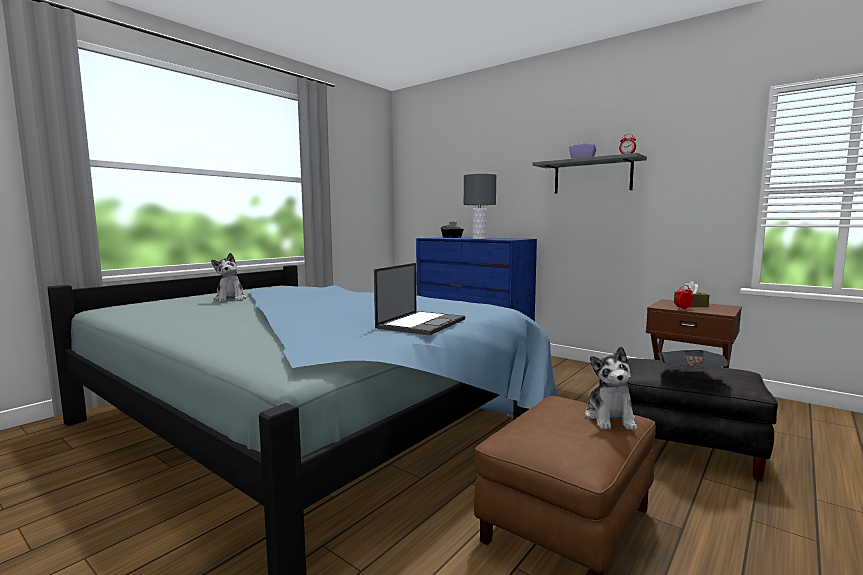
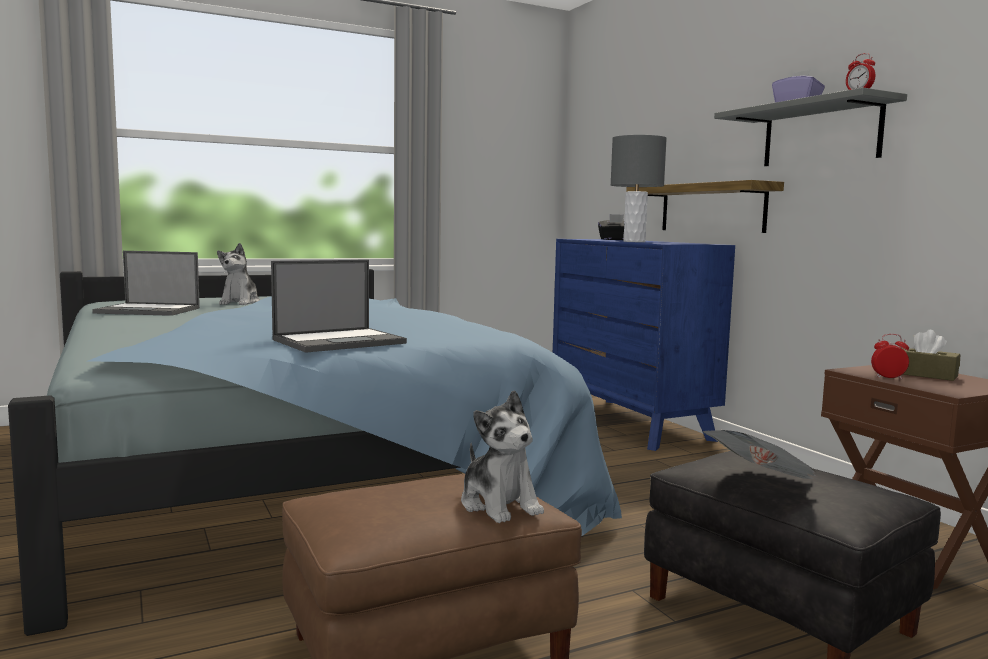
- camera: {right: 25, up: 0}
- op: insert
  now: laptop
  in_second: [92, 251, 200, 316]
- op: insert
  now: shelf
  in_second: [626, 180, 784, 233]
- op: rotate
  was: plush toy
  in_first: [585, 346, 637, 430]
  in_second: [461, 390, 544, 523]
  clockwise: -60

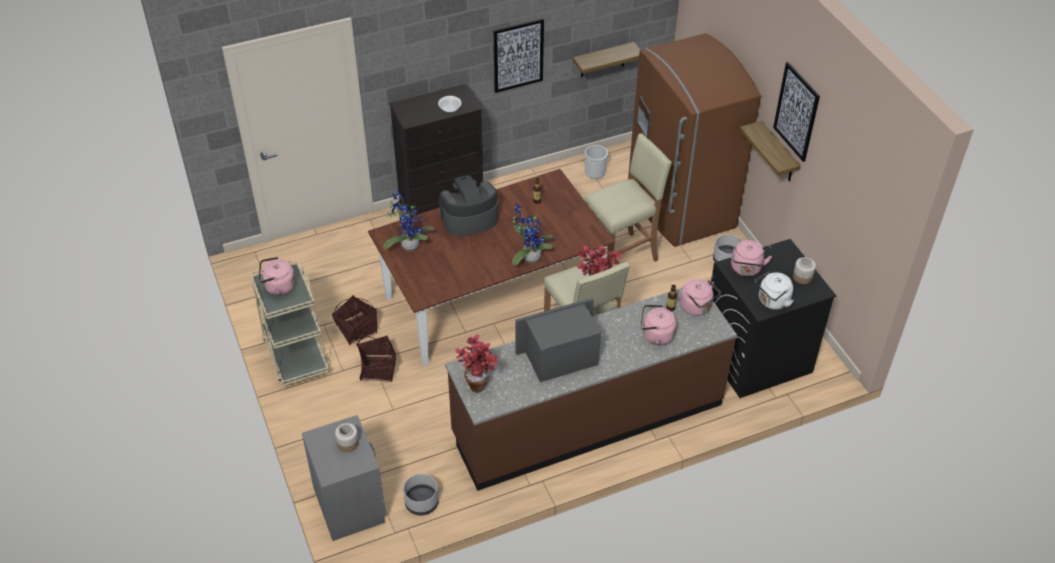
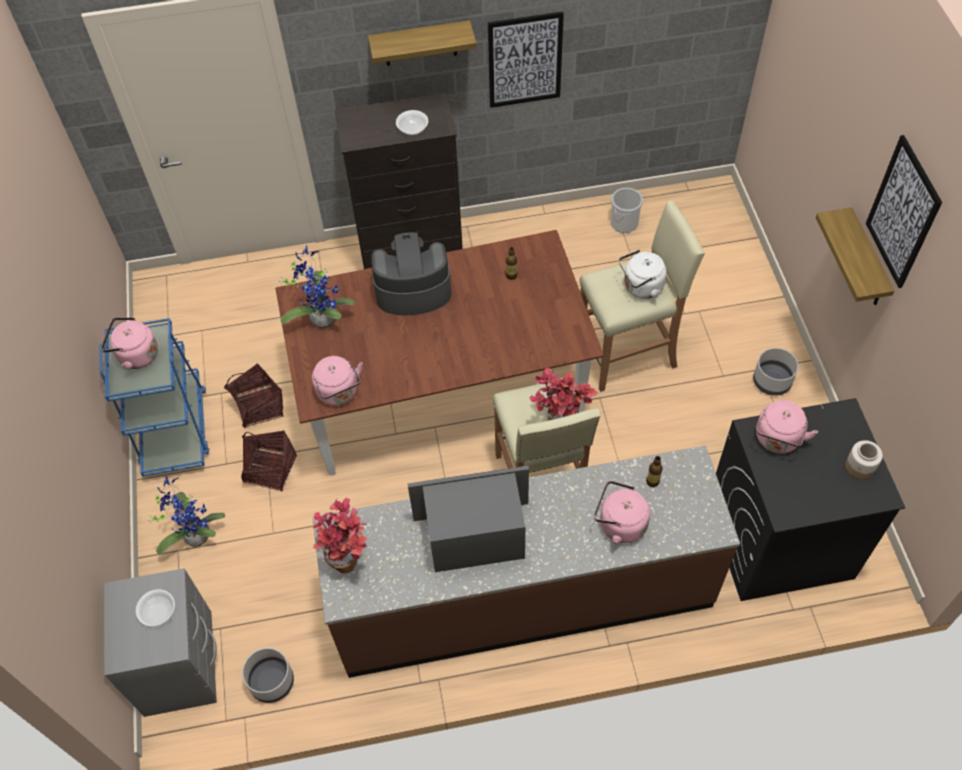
- camera: {right: 15, up: 10}
- op: delete
  was: brown fridge
  in_first: [628, 33, 761, 247]
- op: move
  was: potted plant
  in_first: [512, 203, 553, 265]
  in_second: [148, 476, 225, 555]
- op: move
  was: shelf
  in_first: [573, 42, 640, 77]
  in_second: [368, 20, 477, 66]
- op: move
  was: pink kettle
  in_first: [680, 279, 721, 316]
  in_second: [312, 356, 363, 406]
- op: move
  was: white kettle
  in_first: [755, 272, 794, 310]
  in_second: [619, 250, 667, 299]
- op: replace
  was: jar
  now: bowl
  in_first: [335, 423, 359, 452]
  in_second: [136, 589, 175, 626]
- op: recolor
  was: beige cart
  now: blue cart
  in_first: [250, 259, 329, 386]
  in_second: [99, 318, 210, 477]

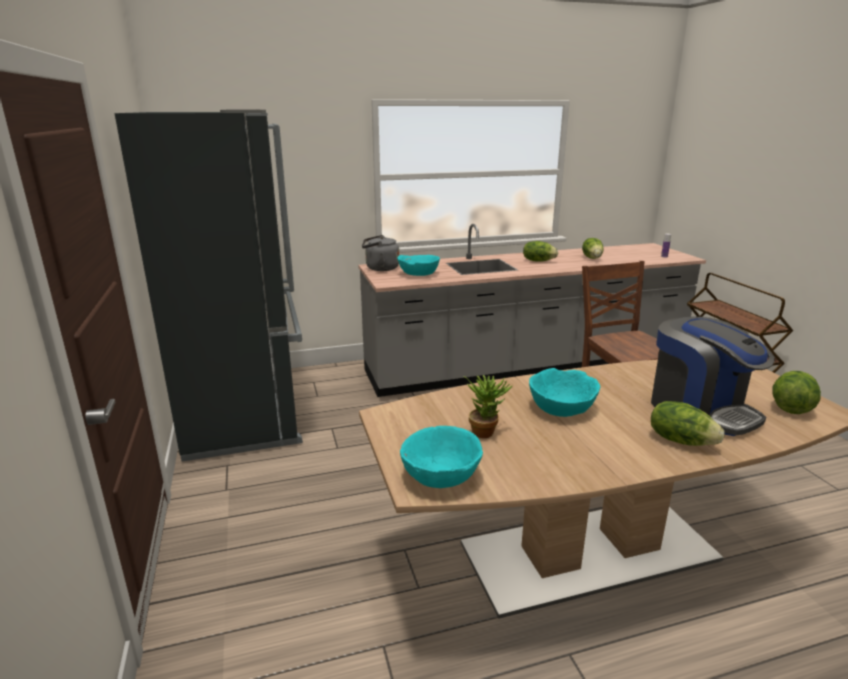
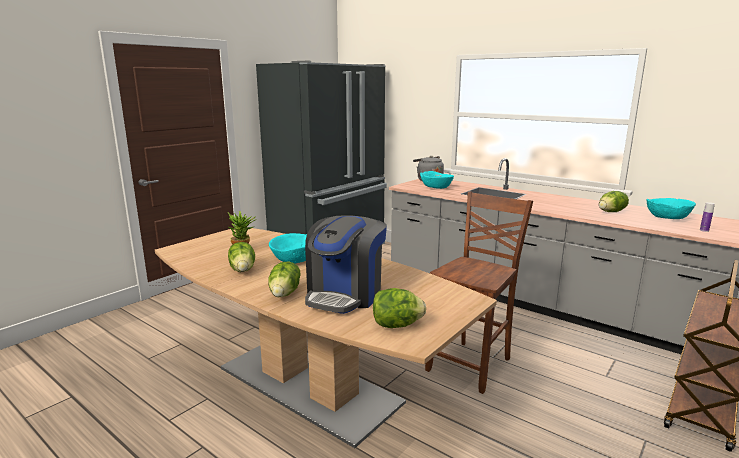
- camera: {right: 55, up: -5}
- op: move
  was: turquoise bowl
  in_first: [400, 426, 483, 488]
  in_second: [646, 198, 696, 219]
- op: move
  was: lettuce
  in_first: [523, 241, 558, 262]
  in_second: [228, 242, 255, 272]

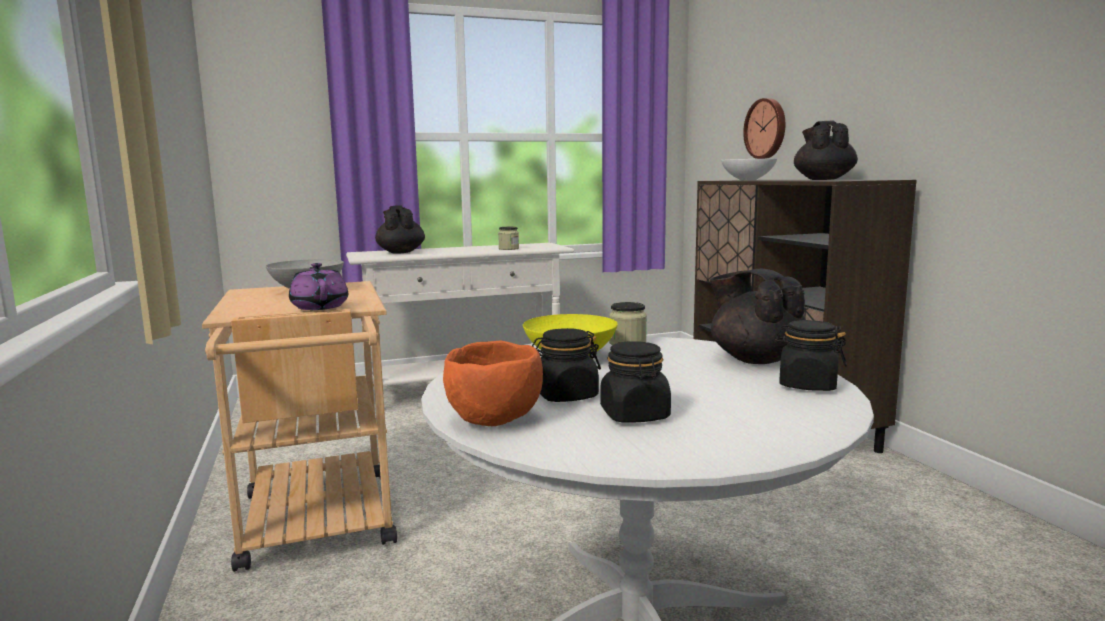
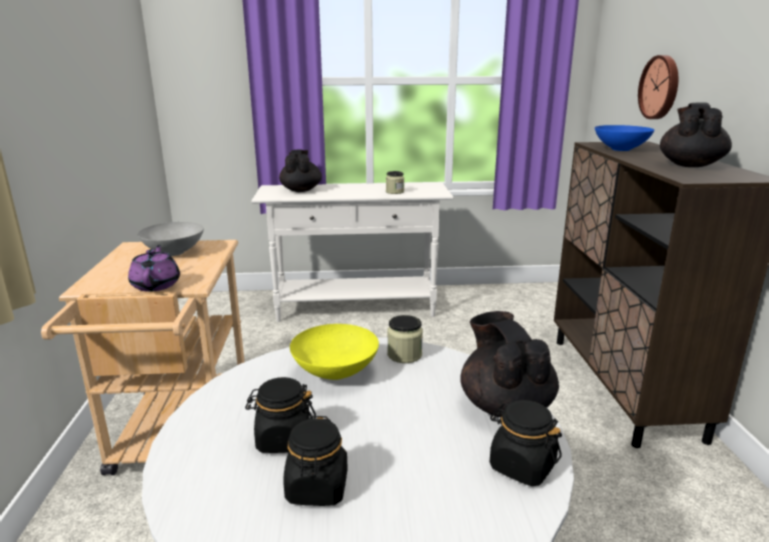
- camera: {right: 15, up: 10}
- op: delete
  was: orange bowl
  in_first: [443, 341, 543, 426]
- op: recolor
  was: white bowl
  now: blue bowl
  in_first: [721, 159, 777, 180]
  in_second: [595, 125, 654, 151]

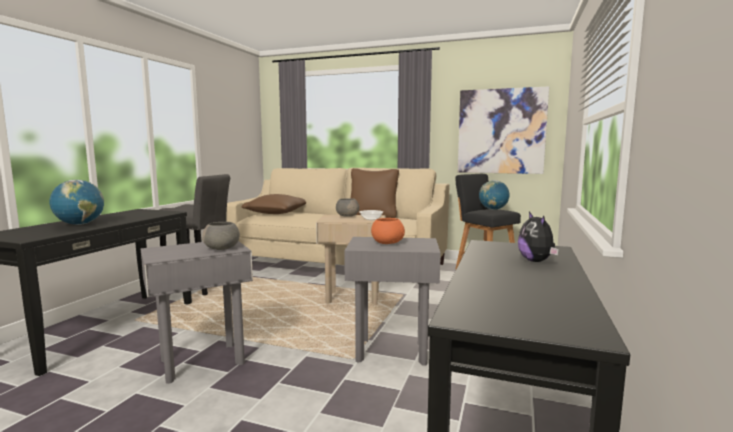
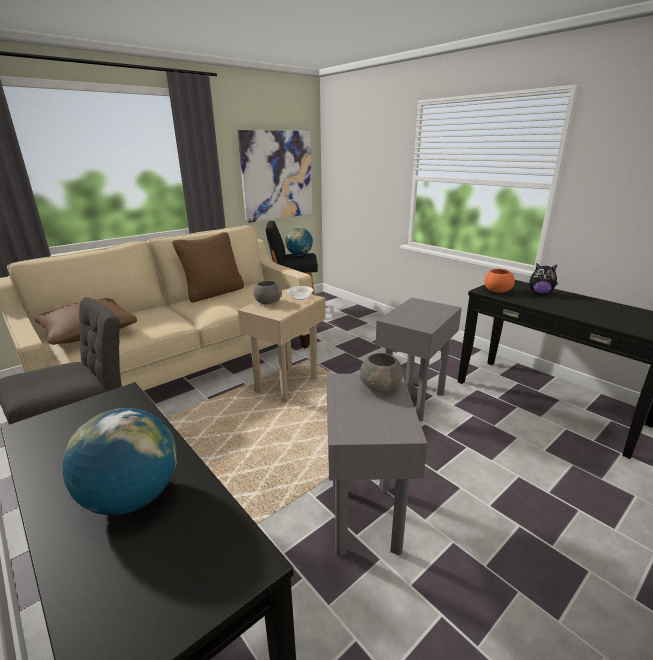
- camera: {right: -60, up: 15}
- op: move
  was: orange bowl
  in_first: [371, 218, 405, 244]
  in_second: [484, 269, 515, 293]

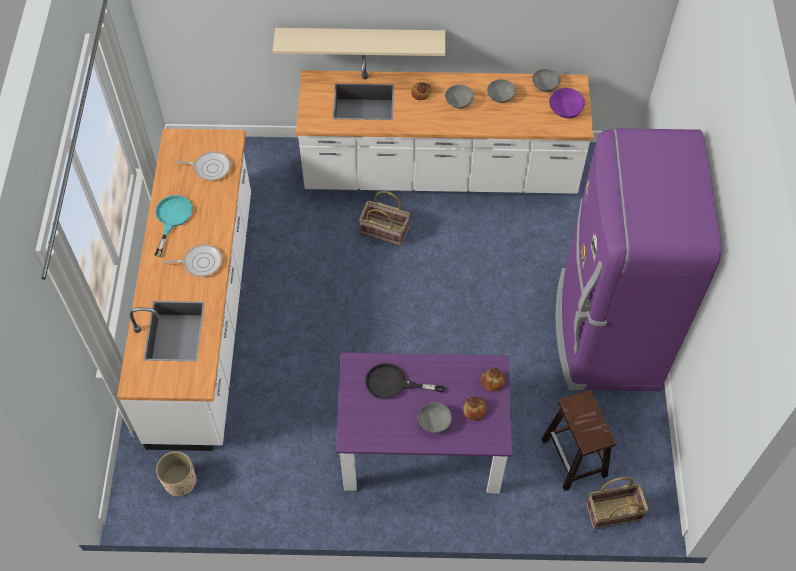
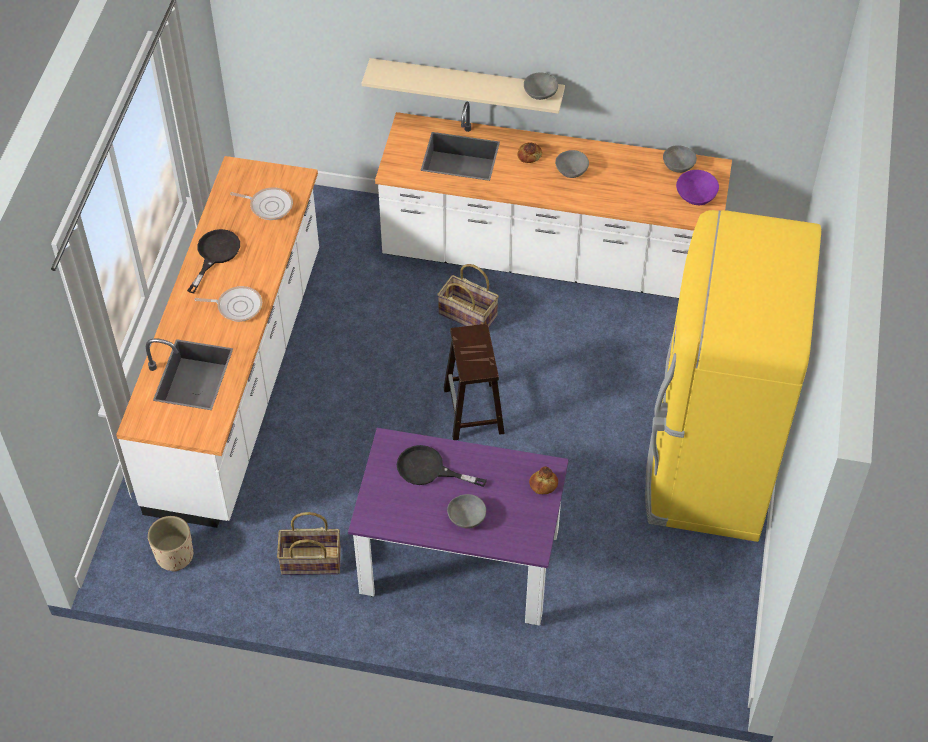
- camera: {right: 10, up: -5}
- op: delete
  was: bread
  in_first: [463, 396, 487, 420]
- op: move
  was: grey bowl
  in_first: [487, 79, 516, 103]
  in_second: [524, 72, 558, 100]
- op: move
  was: brown stool
  in_first: [542, 390, 616, 491]
  in_second: [444, 324, 505, 440]
- op: move
  was: basket
  in_first: [586, 477, 649, 529]
  in_second: [277, 512, 341, 575]
- op: recolor
  was: turquoise frying pan
  now: black frying pan
  in_first: [155, 195, 193, 257]
  in_second: [187, 229, 240, 293]
- op: recolor
  was: purple fridge
  now: yellow fridge
  in_first: [555, 128, 722, 391]
  in_second: [645, 210, 821, 542]

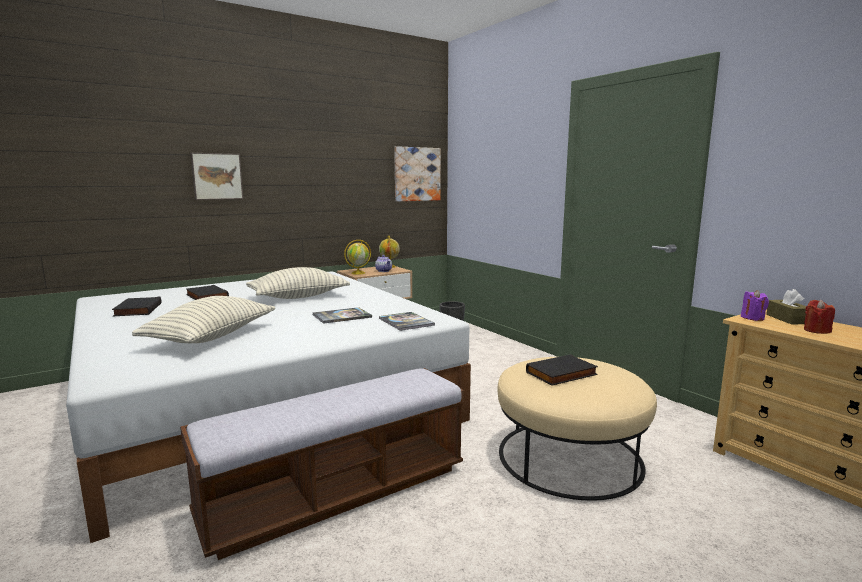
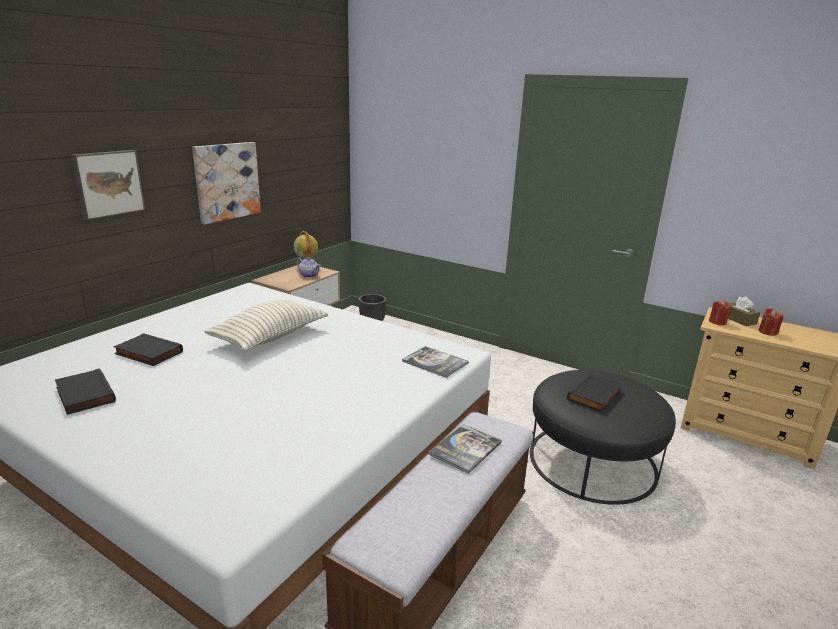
- camera: {right: -25, up: 10}
- op: delete
  was: pillow
  in_first: [132, 296, 276, 343]
- op: delete
  was: globe
  in_first: [344, 240, 371, 275]
- op: move
  was: book
  in_first: [312, 307, 372, 324]
  in_second: [428, 424, 502, 474]
- op: move
  was: picture
  in_first: [394, 146, 441, 201]
  in_second: [192, 142, 261, 225]
- op: recolor
  was: beige ottoman
  now: black ottoman
  in_first: [498, 357, 657, 501]
  in_second: [530, 370, 676, 505]
- op: recolor
  was: purple candle
  now: red candle
  in_first: [741, 290, 769, 321]
  in_second: [709, 300, 731, 325]

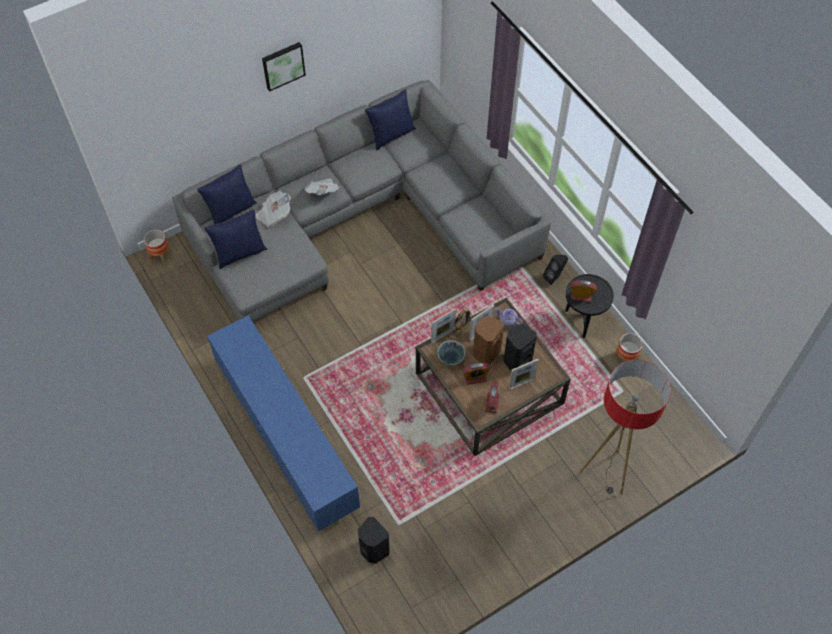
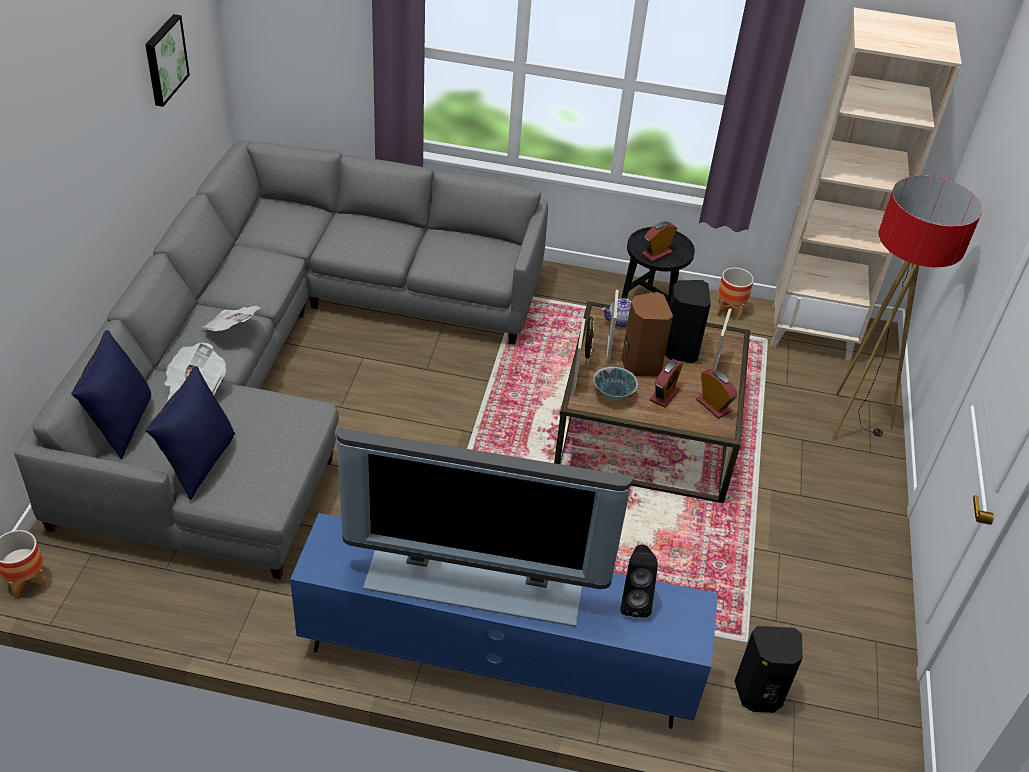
- camera: {right: -50, up: -15}
- op: delete
  was: blue pillow
  in_first: [365, 90, 416, 150]
- op: insert
  now: television
  in_second: [336, 427, 632, 627]
- op: insert
  now: beige bookcase
  in_second: [770, 8, 962, 361]
- op: move
  was: picture
  in_first: [262, 42, 306, 92]
  in_second: [145, 14, 190, 107]
- op: move
  was: black speaker
  in_first: [543, 255, 568, 285]
  in_second: [620, 545, 658, 618]

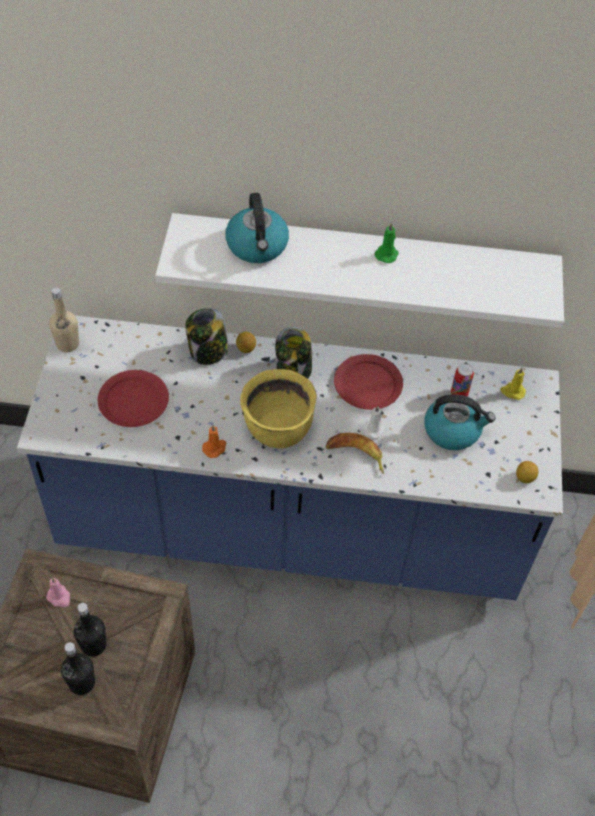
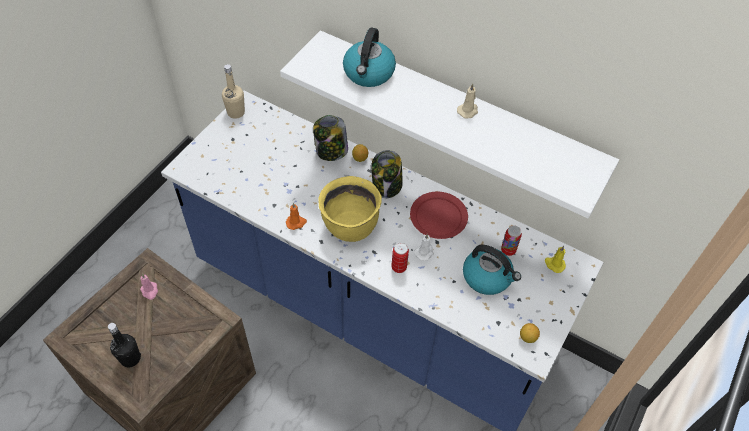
- camera: {right: 25, up: 0}
- op: delete
  was: black bottle
  in_first: [73, 603, 106, 657]
- op: delete
  was: red plate
  in_first: [98, 370, 169, 427]
- op: replace
  was: banana
  now: can
  in_first: [326, 433, 384, 474]
  in_second: [391, 243, 409, 273]
- op: recolor
  was: green candle
  now: beige candle
  in_first: [375, 222, 399, 263]
  in_second: [457, 84, 478, 119]

